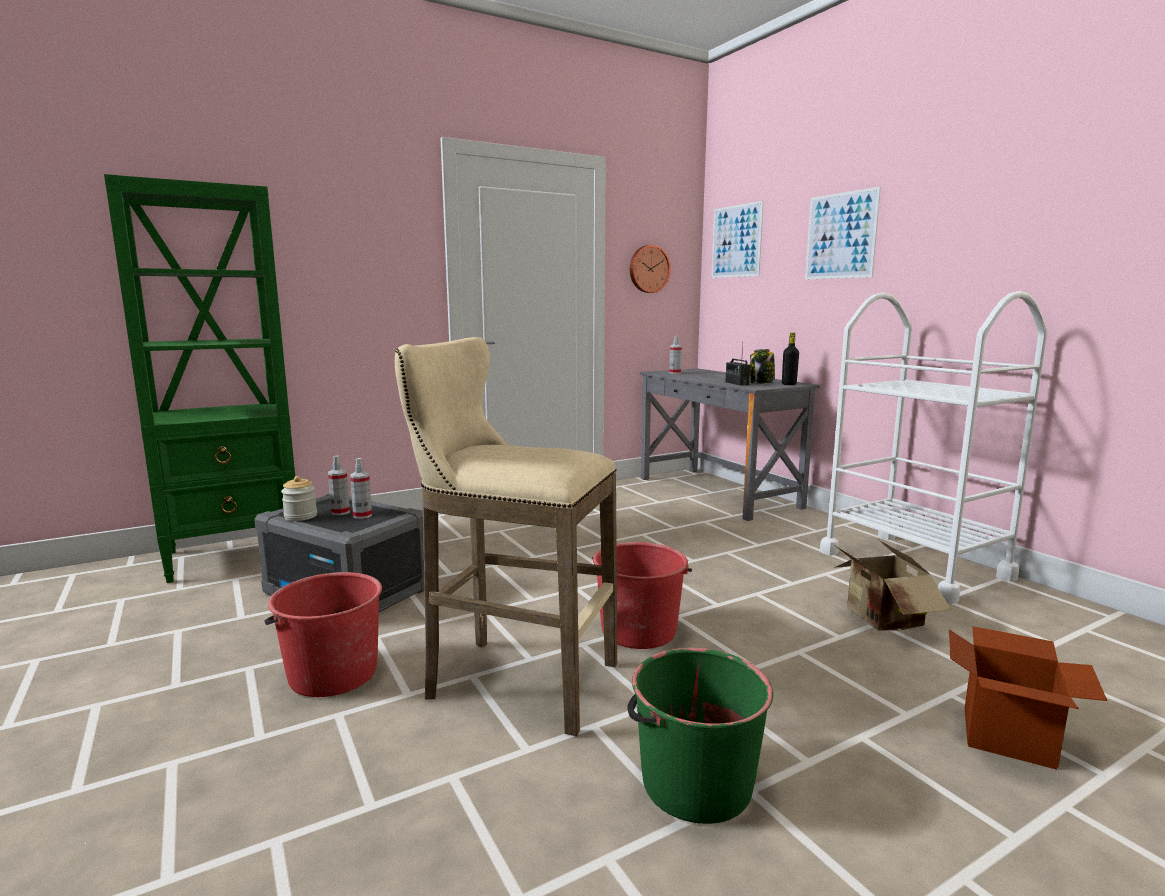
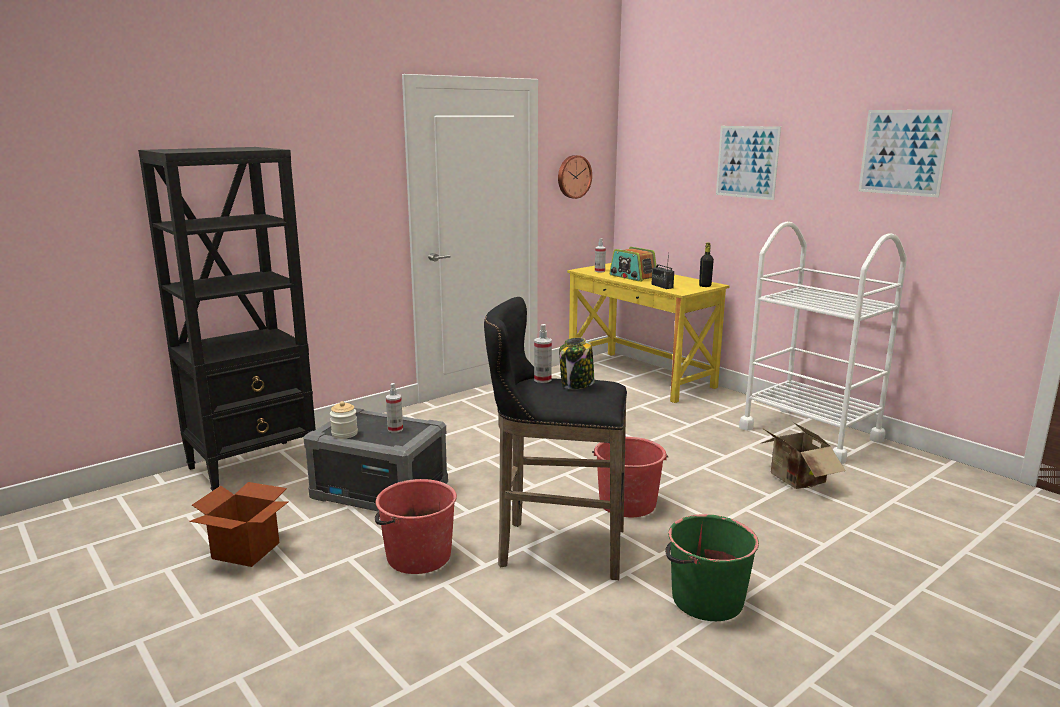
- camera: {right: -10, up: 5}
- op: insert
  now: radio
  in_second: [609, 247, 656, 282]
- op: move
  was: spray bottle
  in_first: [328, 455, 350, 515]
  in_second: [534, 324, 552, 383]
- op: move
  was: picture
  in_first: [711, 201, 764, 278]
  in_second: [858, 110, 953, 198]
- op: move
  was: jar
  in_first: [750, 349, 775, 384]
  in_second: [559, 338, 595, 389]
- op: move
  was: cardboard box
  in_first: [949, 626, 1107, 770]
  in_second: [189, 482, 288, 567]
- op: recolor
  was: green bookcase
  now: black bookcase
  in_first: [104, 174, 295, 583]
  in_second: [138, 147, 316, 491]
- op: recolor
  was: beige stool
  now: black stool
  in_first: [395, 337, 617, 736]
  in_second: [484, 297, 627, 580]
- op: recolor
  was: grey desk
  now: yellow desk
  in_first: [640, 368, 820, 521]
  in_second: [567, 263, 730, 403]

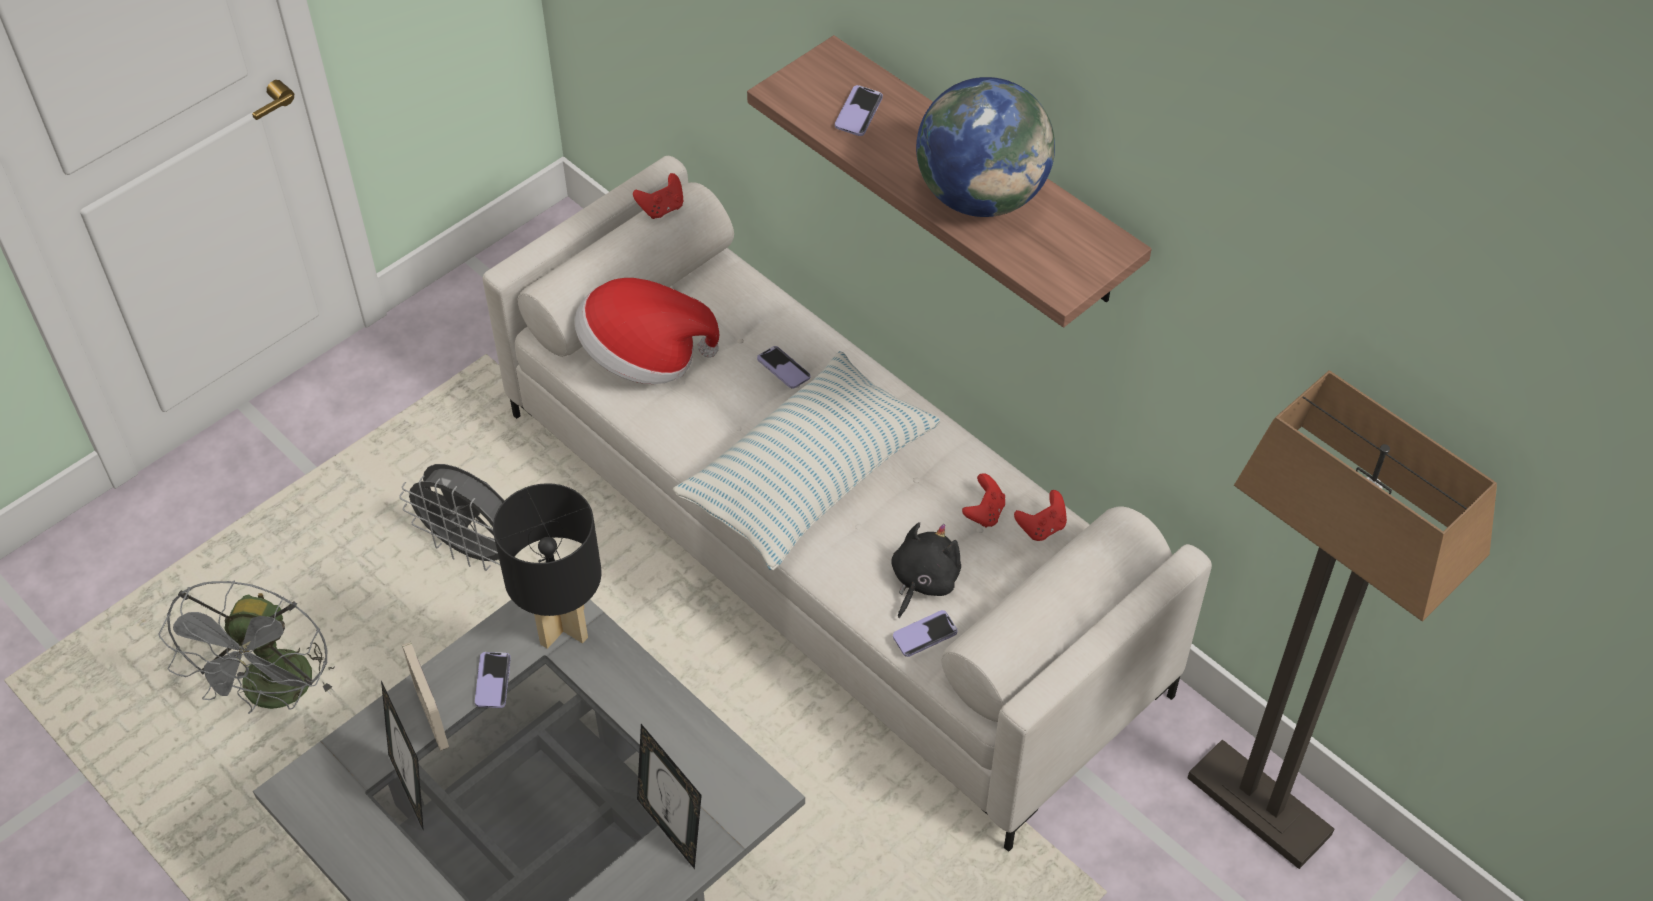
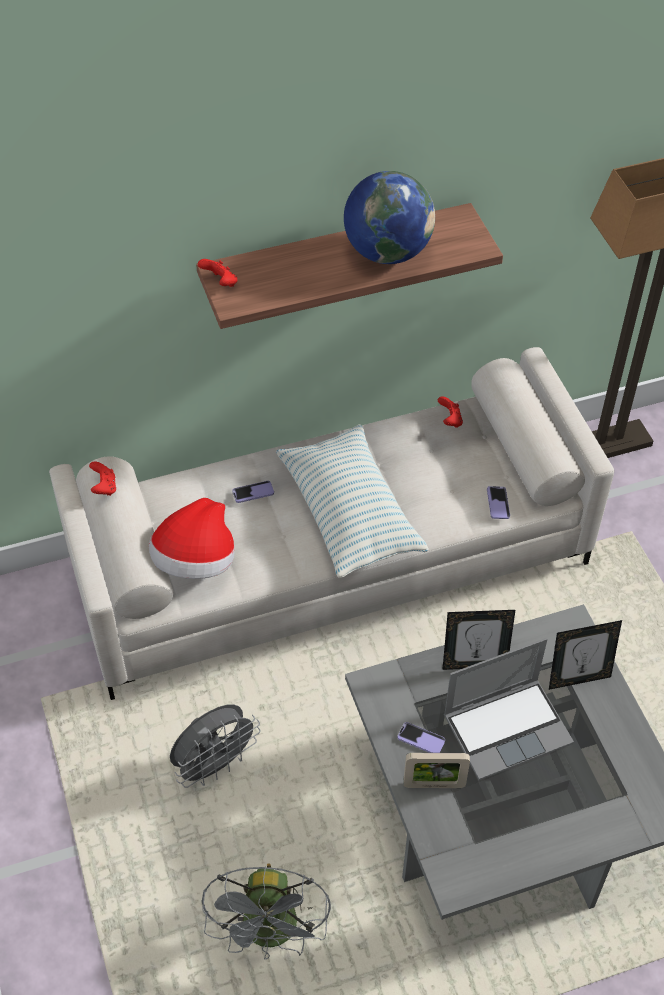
- camera: {right: -65, up: 0}
- op: delete
  was: black table lamp
  in_first: [493, 483, 602, 649]
- op: delete
  was: phone
  in_first: [835, 85, 883, 136]
- op: delete
  was: black plush toy
  in_first: [891, 522, 961, 618]
- op: insert
  now: laptop
  in_second: [444, 638, 574, 781]
- op: move
  was: picture frame
  in_first: [381, 680, 424, 831]
  in_second: [442, 610, 515, 670]
- op: move
  was: red game controller
  in_first: [962, 473, 1005, 528]
  in_second: [198, 259, 238, 287]
- op: rotate
  was: grey fan
  in_first: [158, 581, 335, 714]
  in_second: [201, 863, 331, 960]
  clockwise: 60

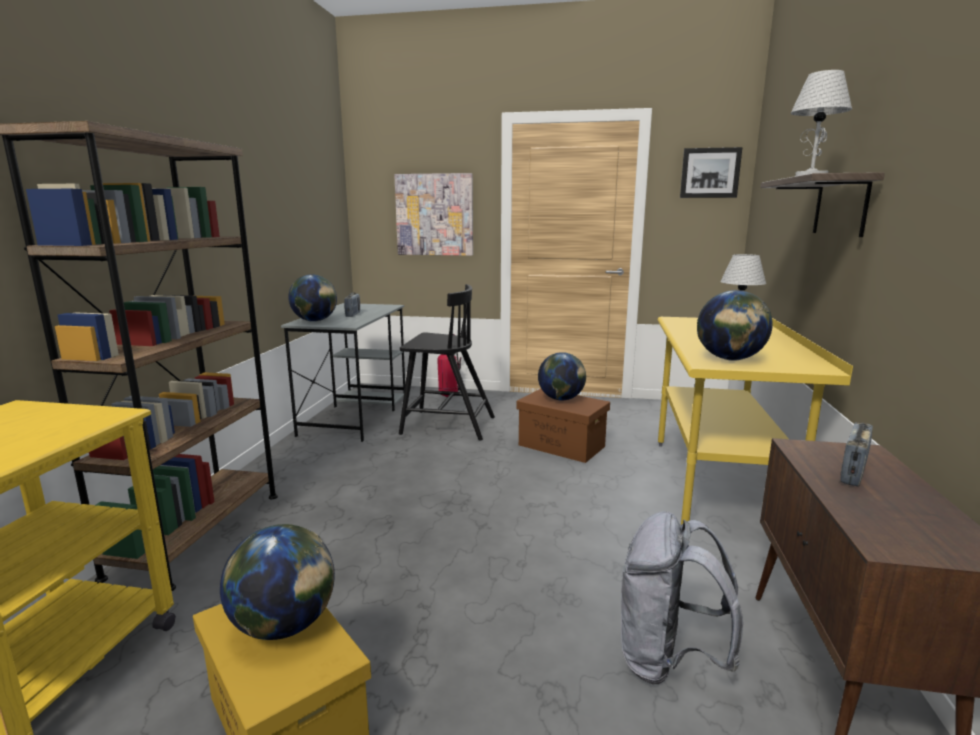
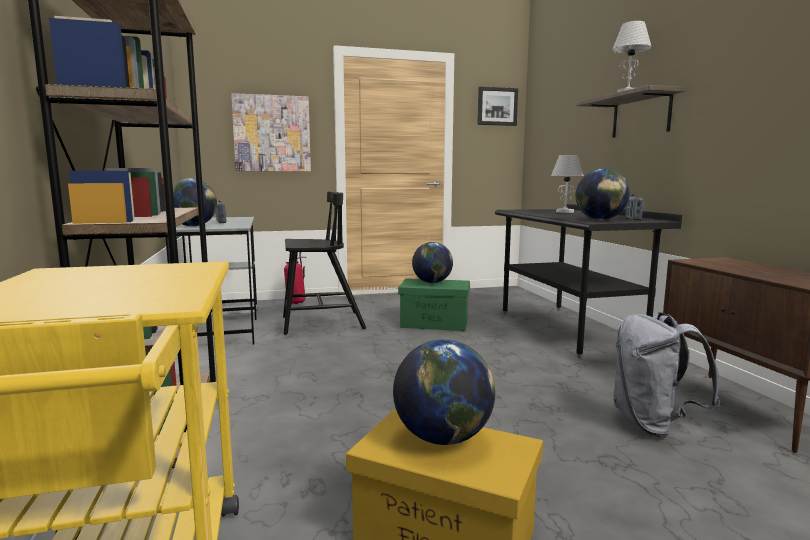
- camera: {right: -25, up: -5}
- op: move
  was: radio
  in_first: [840, 422, 873, 486]
  in_second: [625, 194, 644, 220]
- op: recolor
  was: brown storage box
  now: green storage box
  in_first: [516, 389, 610, 463]
  in_second: [398, 278, 470, 331]
- op: recolor
  was: yellow desk
  now: black desk
  in_first: [657, 317, 853, 525]
  in_second: [495, 204, 682, 358]

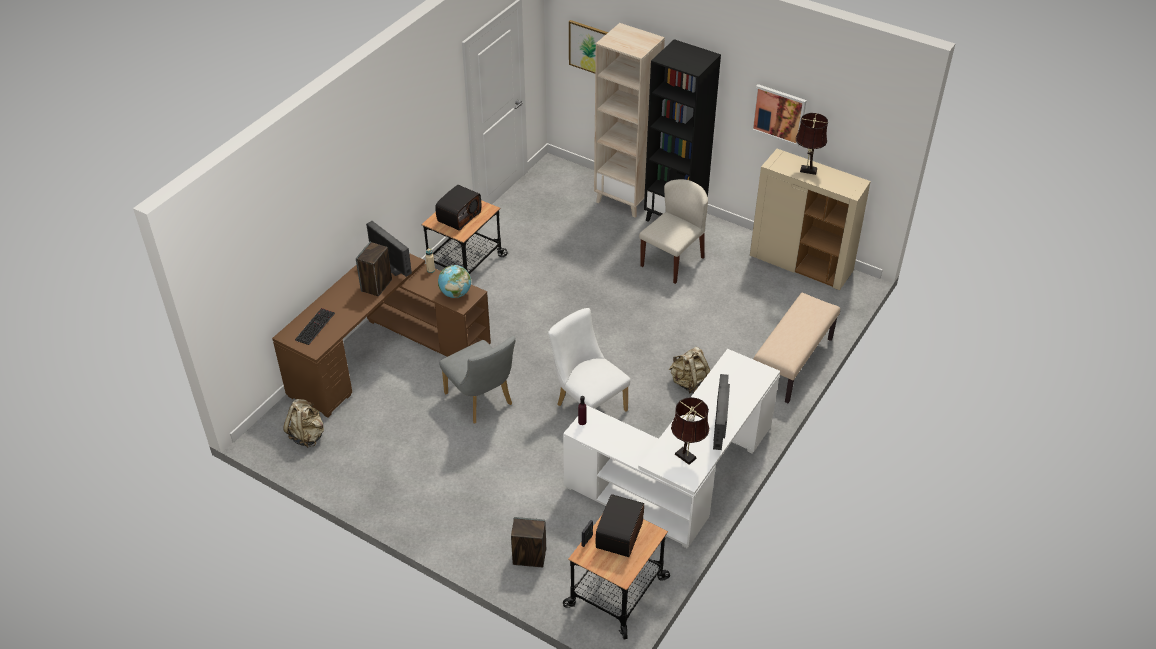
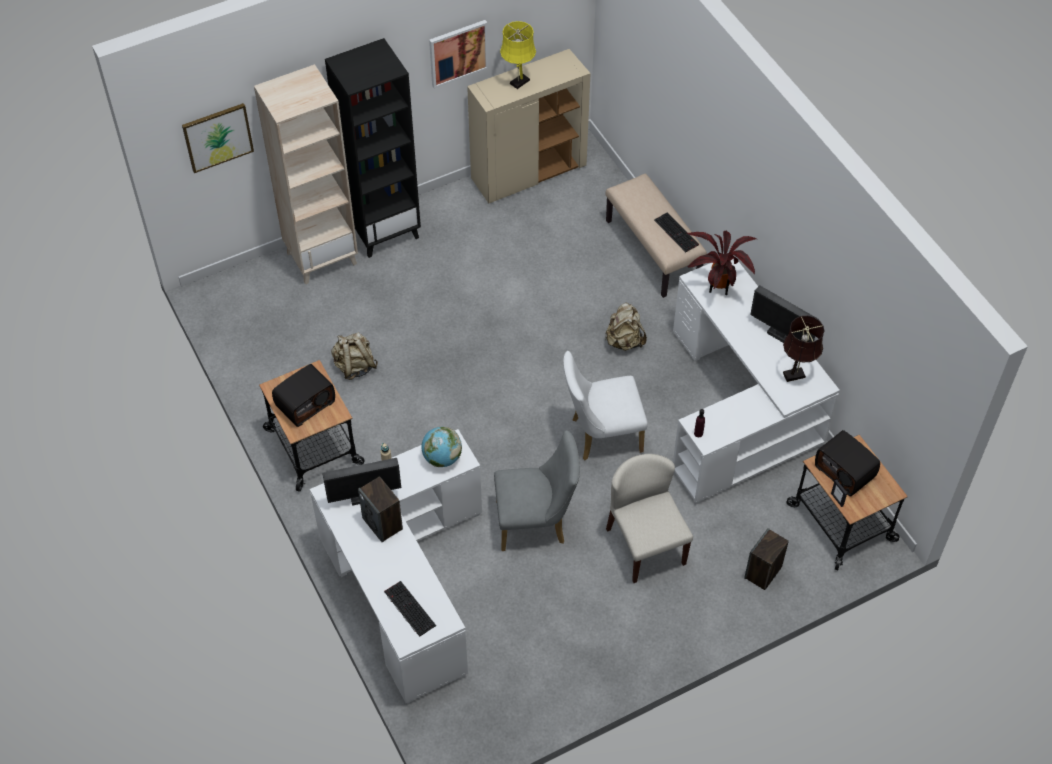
- camera: {right: -60, up: 10}
- op: insert
  now: keyboard
  in_second: [654, 213, 699, 252]
- op: insert
  now: potted plant
  in_second: [687, 231, 756, 295]
- op: move
  was: beige backpack
  in_first: [283, 399, 324, 448]
  in_second: [331, 332, 378, 380]
- op: move
  was: beige chair
  in_first: [639, 179, 708, 284]
  in_second: [606, 454, 693, 583]
- op: recolor
  was: brown desk
  now: white desk
  in_first: [272, 253, 491, 417]
  in_second: [310, 429, 482, 704]
- op: recolor
  was: brown table lamp
  now: yellow table lamp
  in_first: [796, 113, 828, 175]
  in_second: [500, 21, 536, 89]
- op: rotate
  was: radio
  in_first: [435, 185, 481, 231]
  in_second: [272, 364, 335, 427]
  clockwise: 75

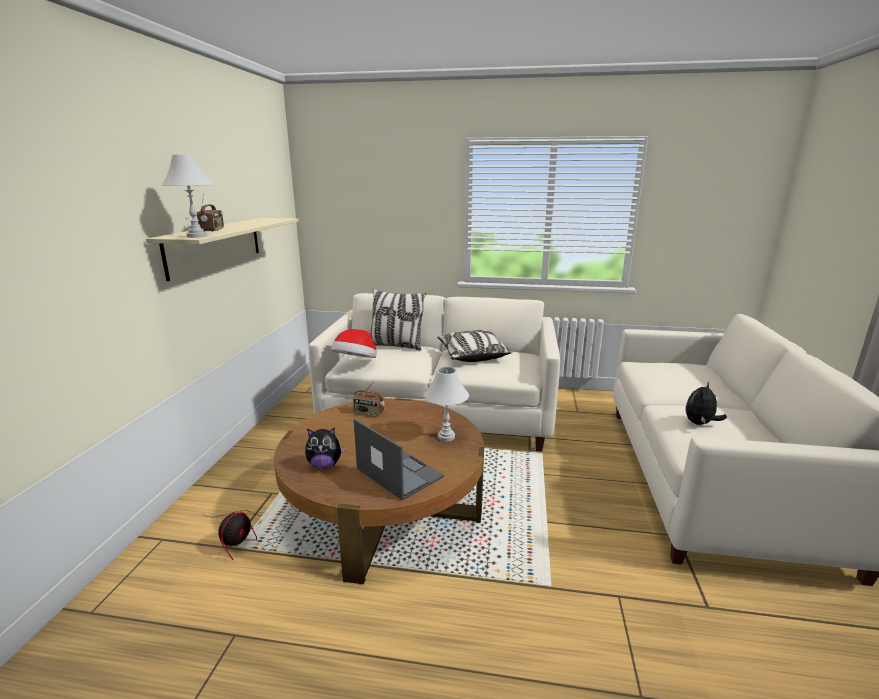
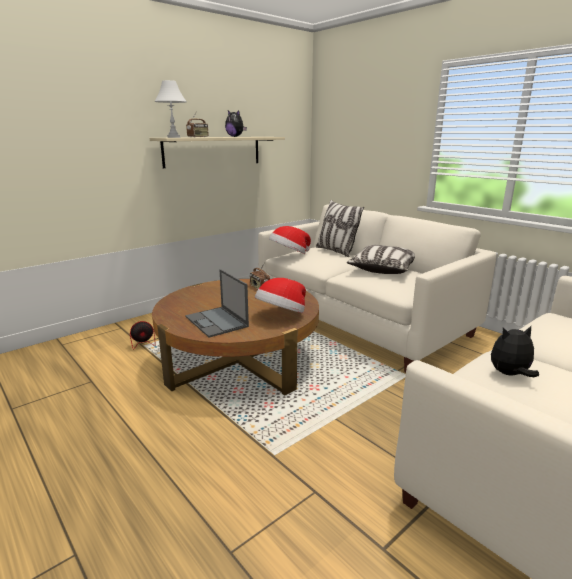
- camera: {right: 40, up: 0}
- op: move
  was: plush toy
  in_first: [305, 428, 345, 469]
  in_second: [225, 110, 247, 137]
- op: replace
  was: white table lamp
  now: hat
  in_first: [424, 367, 469, 442]
  in_second: [255, 278, 306, 313]
- op: rotate
  was: laptop
  in_first: [354, 419, 444, 501]
  in_second: [185, 269, 249, 338]
  clockwise: 150

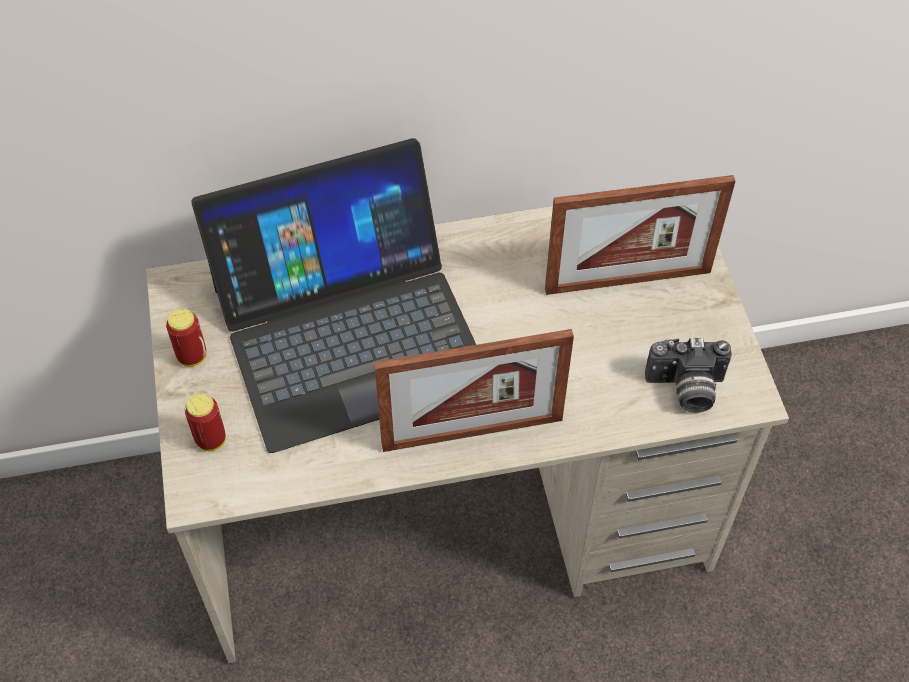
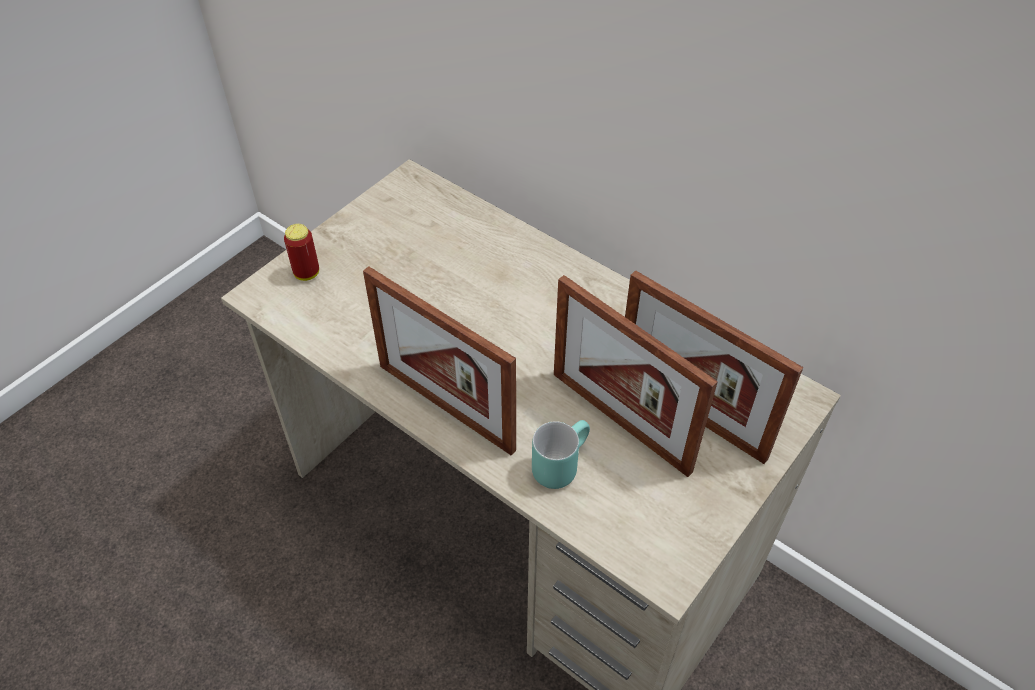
- camera: {right: 50, up: -5}
- op: delete
  was: can
  in_first: [166, 308, 207, 367]
- op: delete
  was: laptop
  in_first: [192, 138, 476, 453]
- op: delete
  was: photo camera
  in_first: [645, 338, 732, 413]
- op: insert
  now: turquoise mug
  in_second: [532, 420, 590, 489]
- op: insert
  now: picture frame
  in_second: [554, 275, 718, 477]

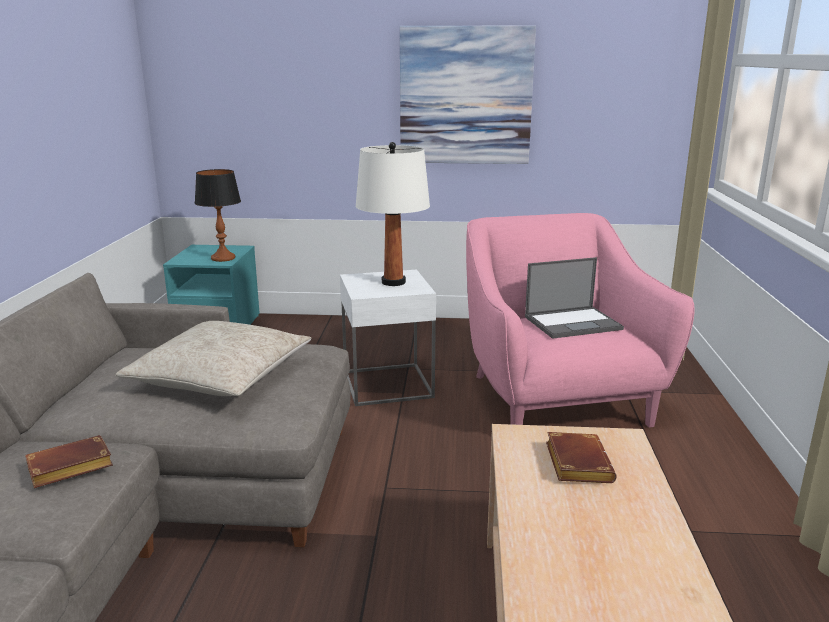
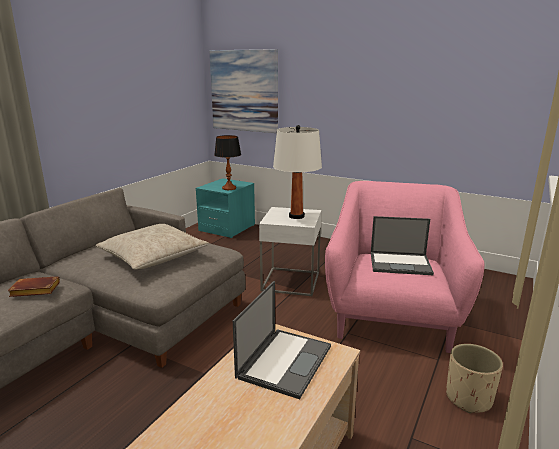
- camera: {right: 25, up: 0}
- op: insert
  now: beige planter
  in_second: [446, 344, 503, 413]
- op: move
  was: picture
  in_first: [400, 25, 536, 164]
  in_second: [210, 49, 278, 133]
- op: replace
  was: brown book
  now: laptop
  in_first: [546, 432, 617, 483]
  in_second: [233, 281, 331, 399]

